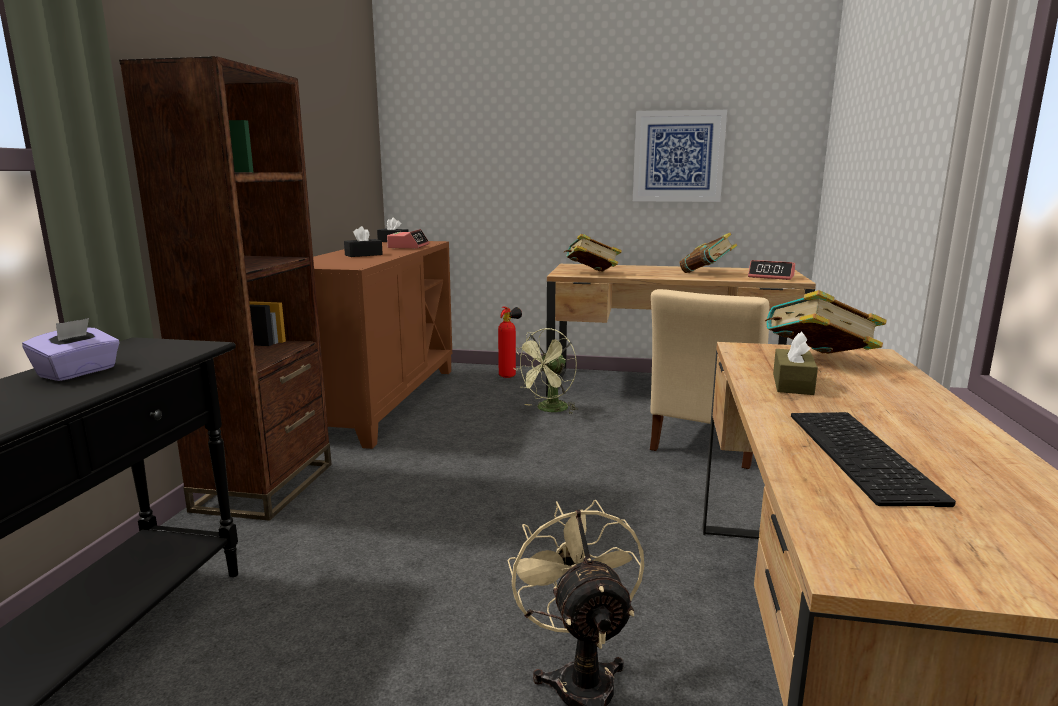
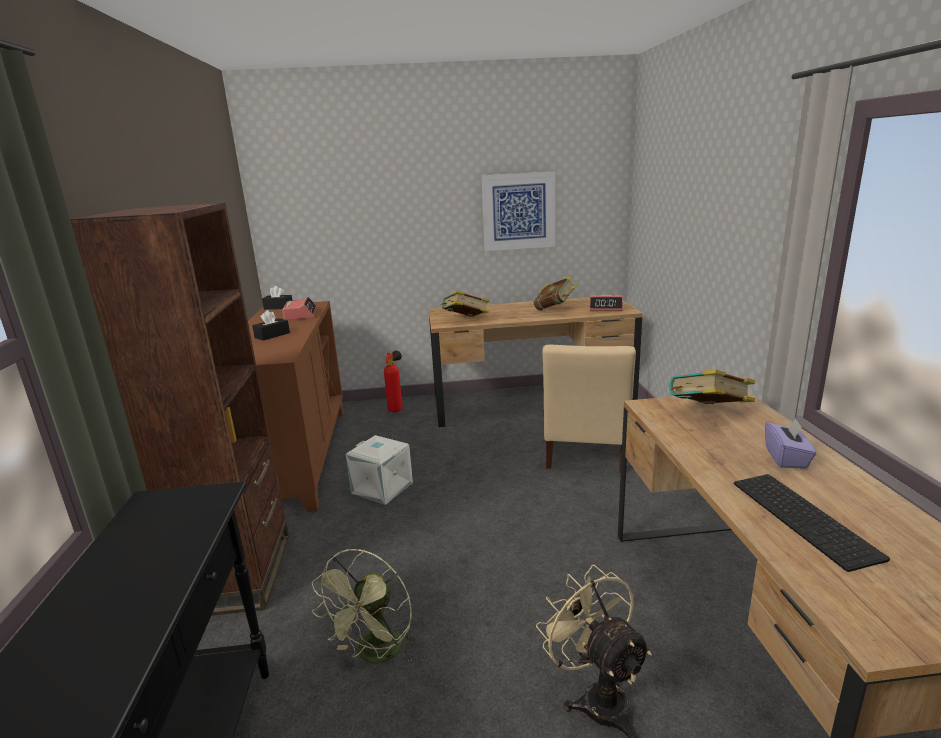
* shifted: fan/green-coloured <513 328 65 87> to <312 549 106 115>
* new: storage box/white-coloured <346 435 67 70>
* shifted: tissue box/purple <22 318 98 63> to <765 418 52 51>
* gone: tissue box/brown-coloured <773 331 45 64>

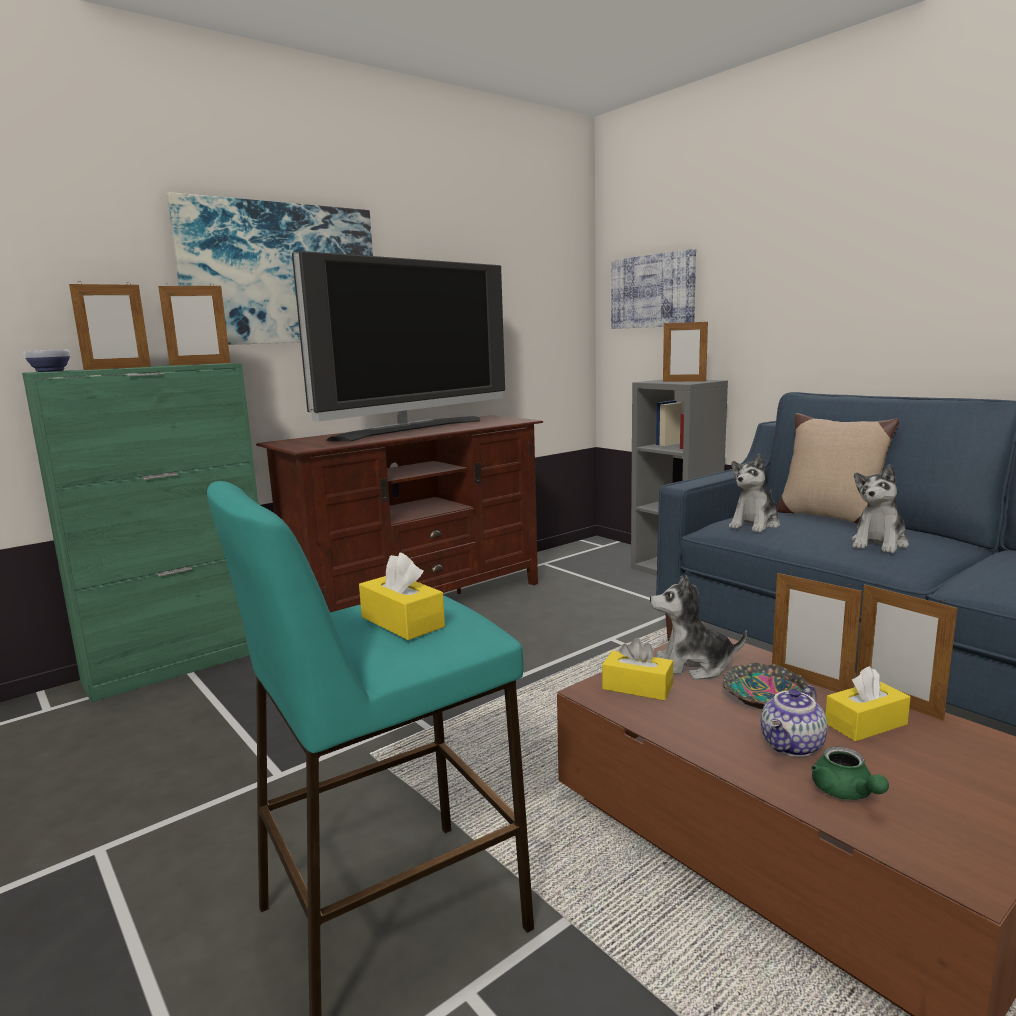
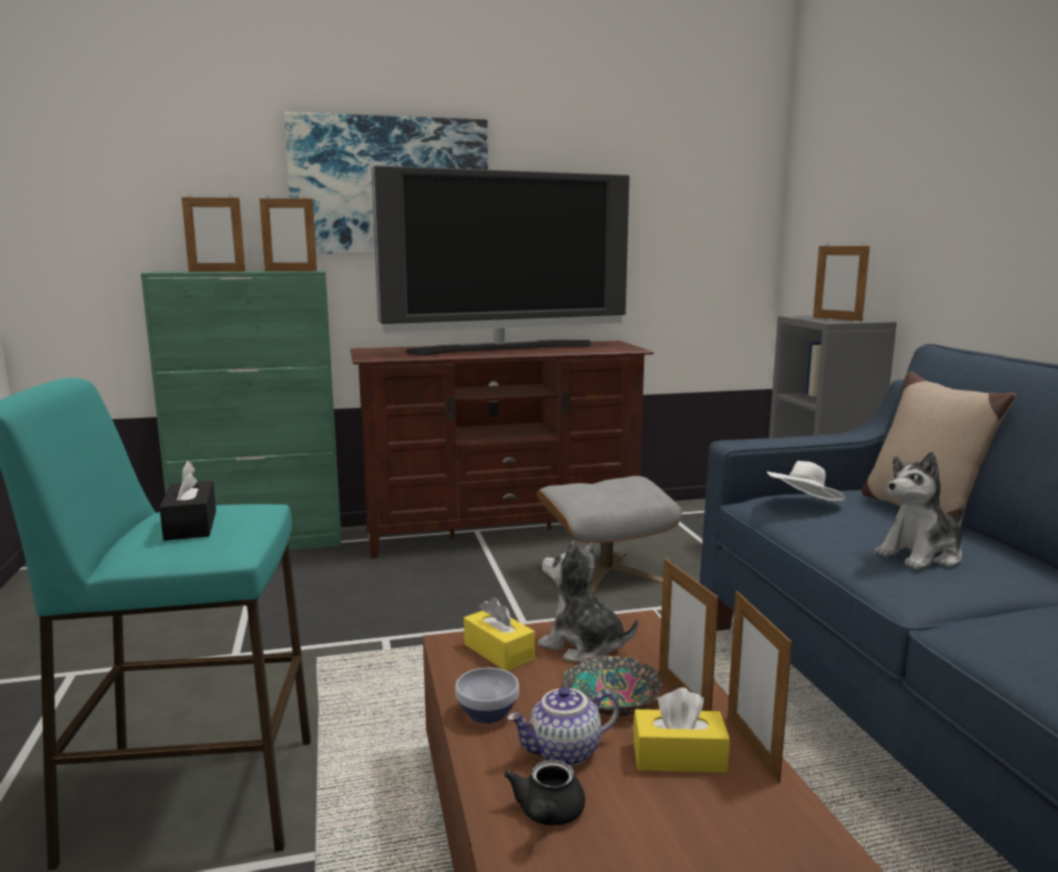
* repainted: tissue box/yellow-coloured <359 552 86 88> to tissue box/blackish <159 461 57 80>
* shifted: deep dish <24 350 46 22> to <455 668 64 56>
* repainted: teapot/green-coloured <811 746 78 54> to teapot/blackish <504 760 81 66>
* new: ottoman/greyish <537 476 145 117>
* swapped: plush toy <729 454 51 78> to clothing hat/white-coloured <766 461 80 40>
* gone: picture <611 249 85 80>

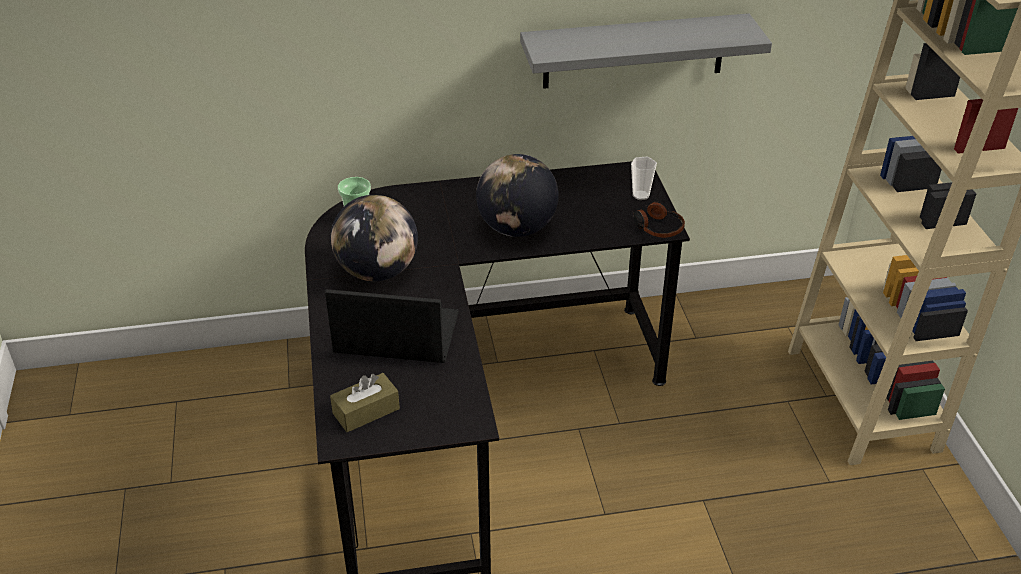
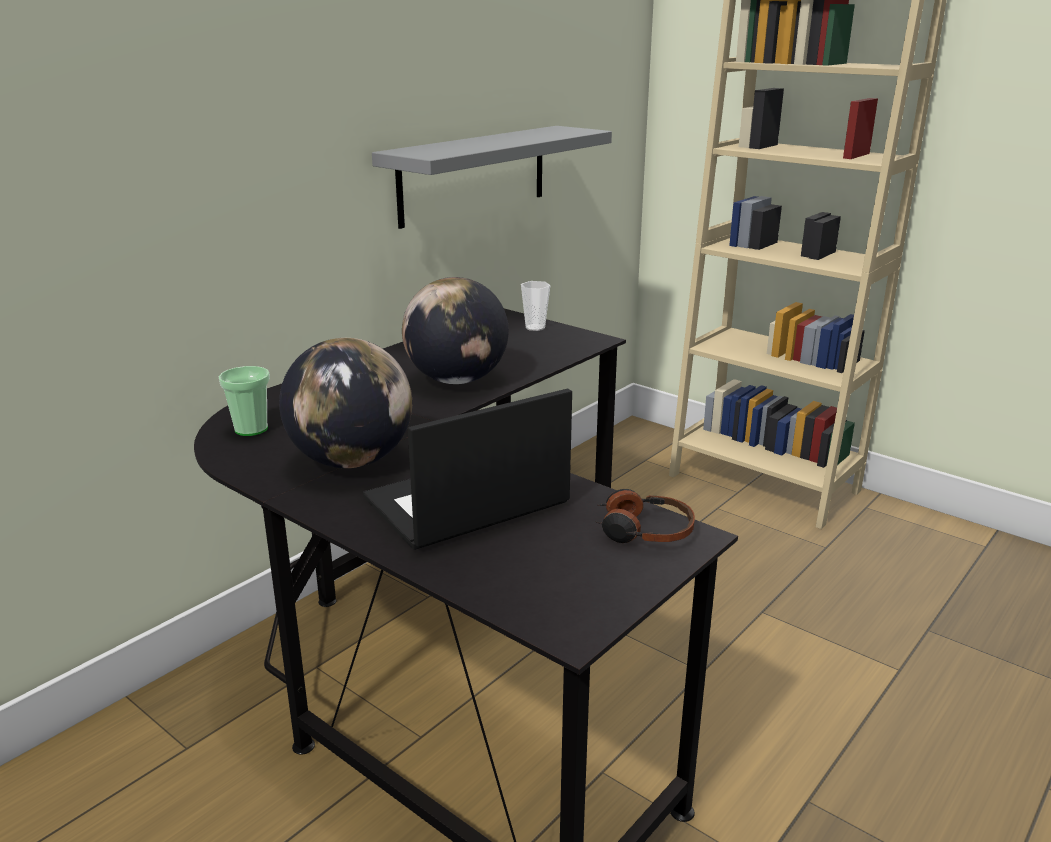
* shifted: headset <633 201 52 37> to <594 489 101 54>
* gone: tissue box/brown-coloured <330 373 70 59>

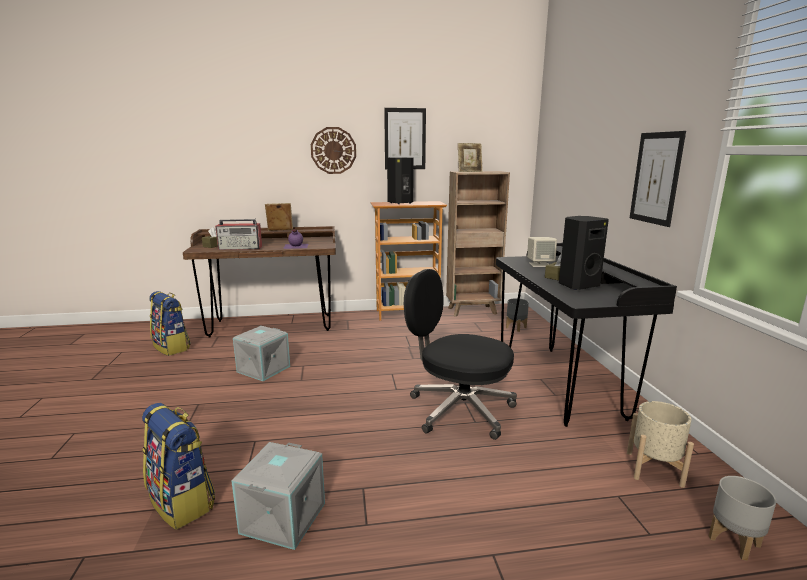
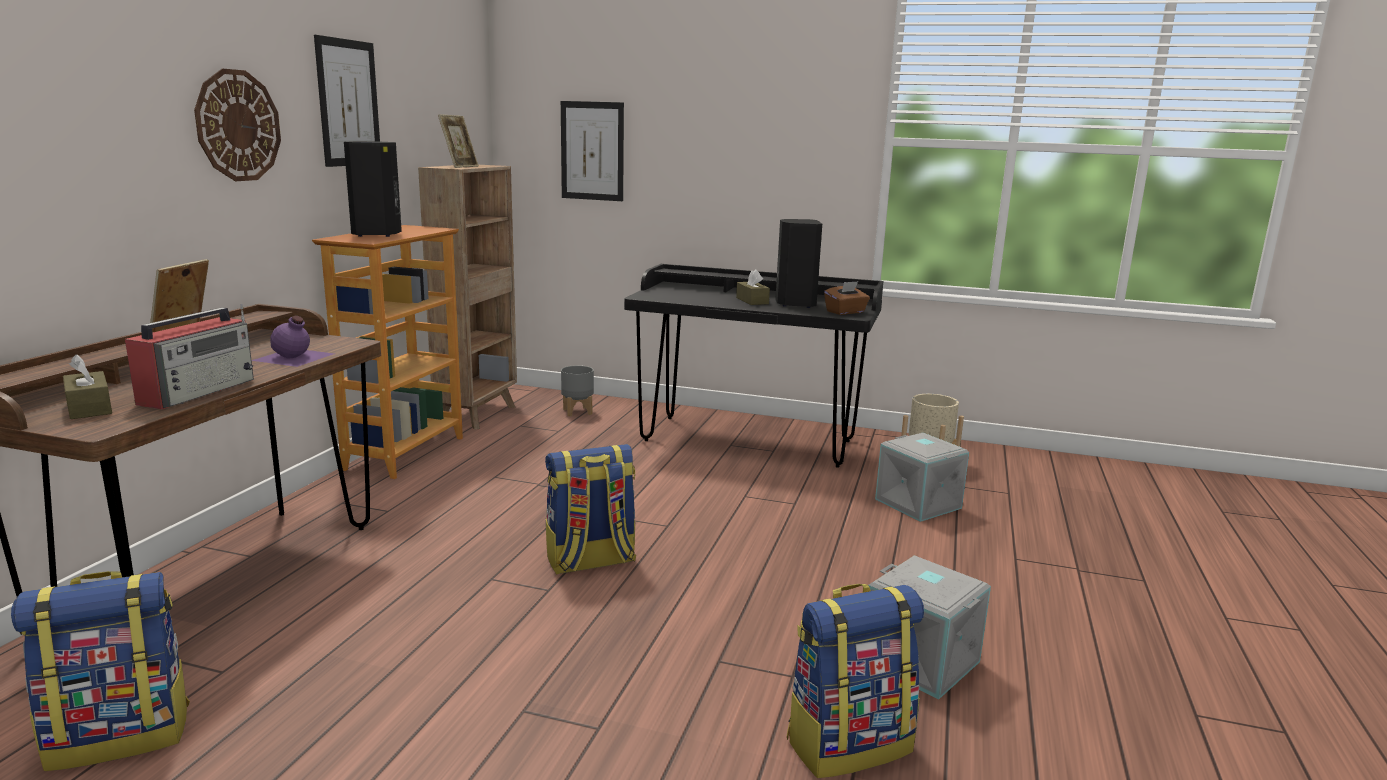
* new: knapsack <545 444 91 131>
* shifted: picture <630 131 56 96> to <561 101 63 100>
* new: tissue box/brown-coloured <824 281 46 34>
* shifted: storage box/greyish <233 326 57 55> to <875 433 94 89>
* gone: computer chair/blackish <404 269 113 171>
* gone: audio speaker/beige-coloured <527 237 30 30>
* gone: flower pot/greyish <709 476 67 85>

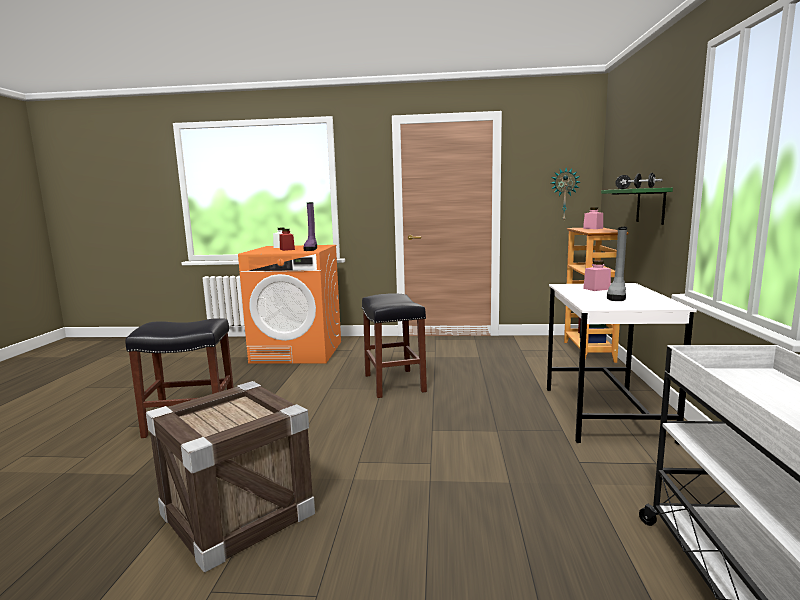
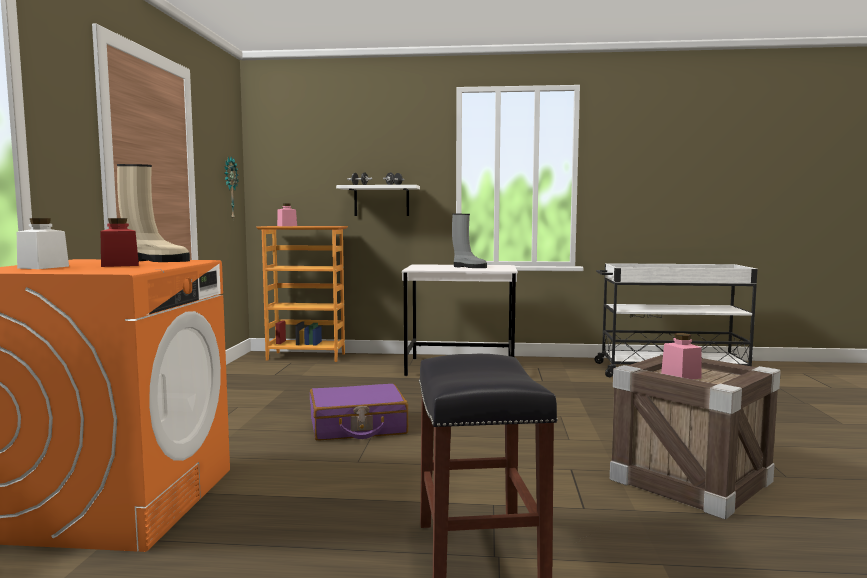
* repainted: tall boot/purple <303 202 14 49> to tall boot/beige-coloured <117 164 73 98>
* swapped: sitting stool/blackish <362 293 65 105> to travel case/purple <310 384 98 57>
* repainted: shelf/green-coloured <601 188 72 37> to shelf/white-coloured <336 185 84 31>
* shifted: jar/pinkish <583 260 28 31> to <661 333 40 46>

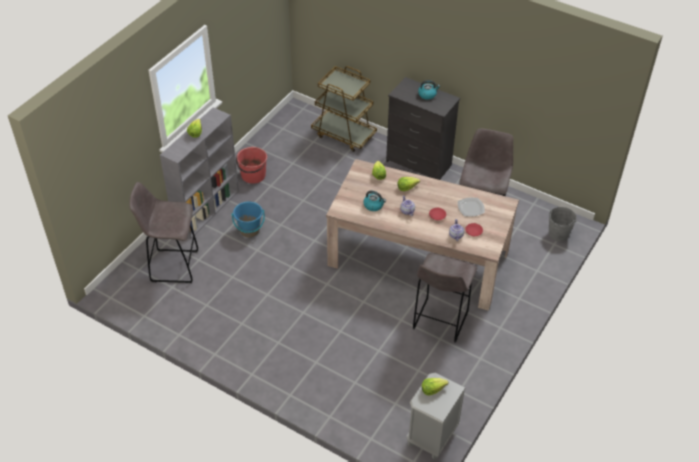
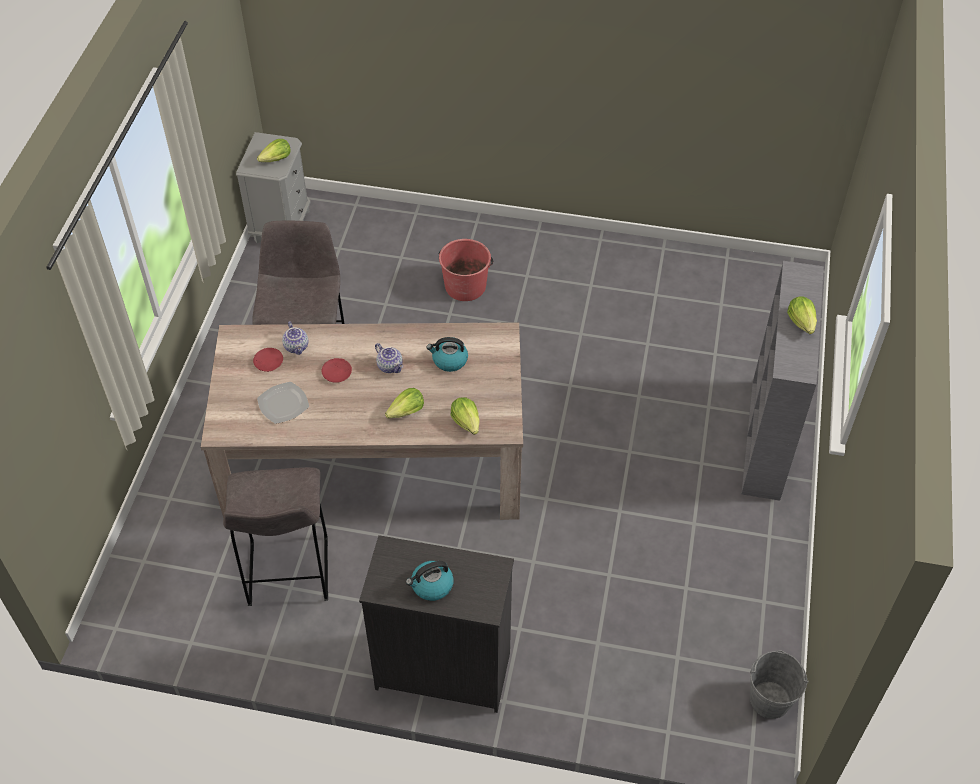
* shifted: bucket/reddish <236 147 31 37> to <439 239 54 62>
* shifted: bucket/greyish <549 207 28 34> to <750 650 58 69>
* gone: sitting stool/greyish <129 182 69 101>
* gone: bucket/blue <232 202 33 35>
* gone: wheeled cart/brown-coloured <311 66 66 86>

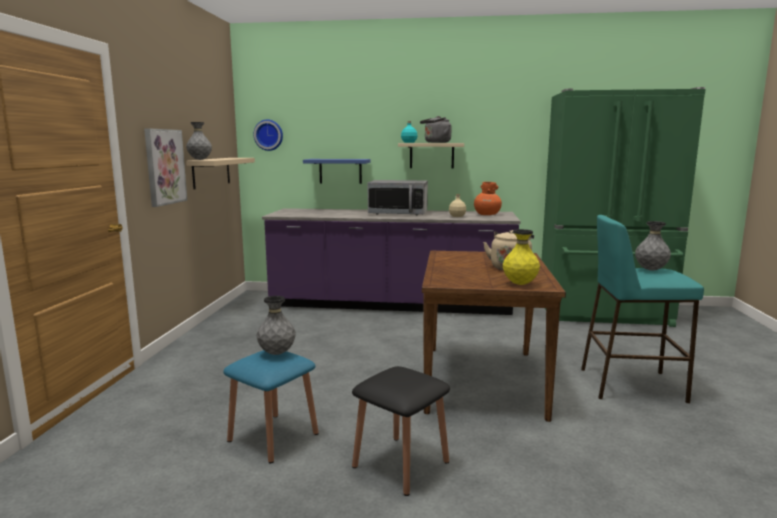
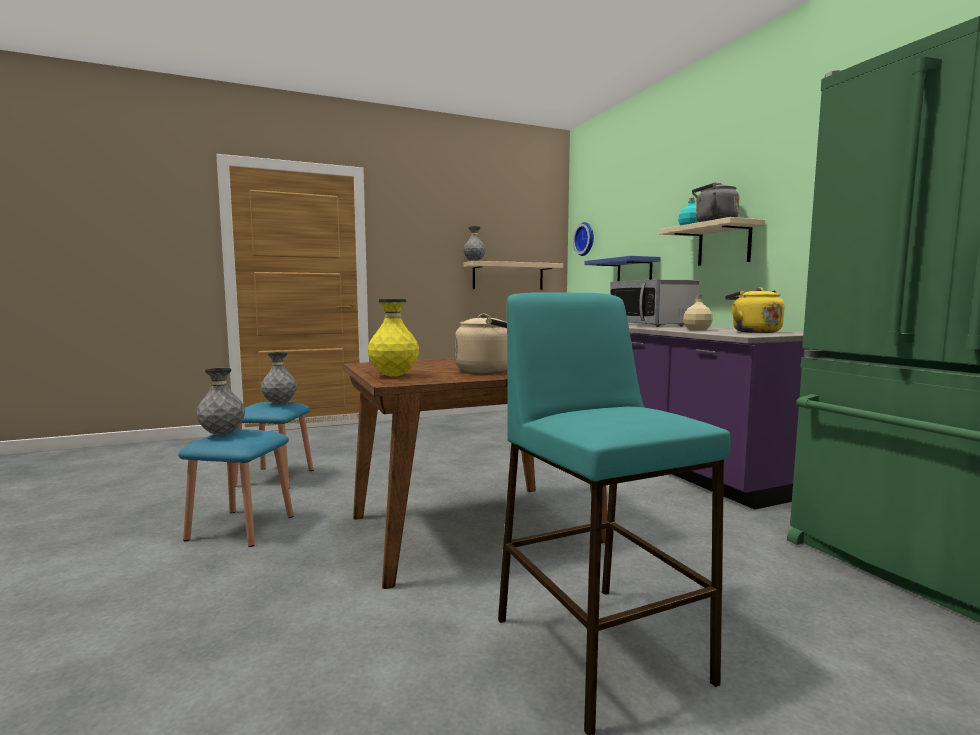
* repainted: sitting stool/blackish <352 366 98 130> to sitting stool/blue <178 429 116 118>
* shifted: flower vase/greyish <635 221 36 50> to <196 368 49 67>
* swapped: flower vase/orangey <474 182 28 33> to kettle/yellow-coloured <725 287 60 46>
* gone: picture <144 128 43 79>

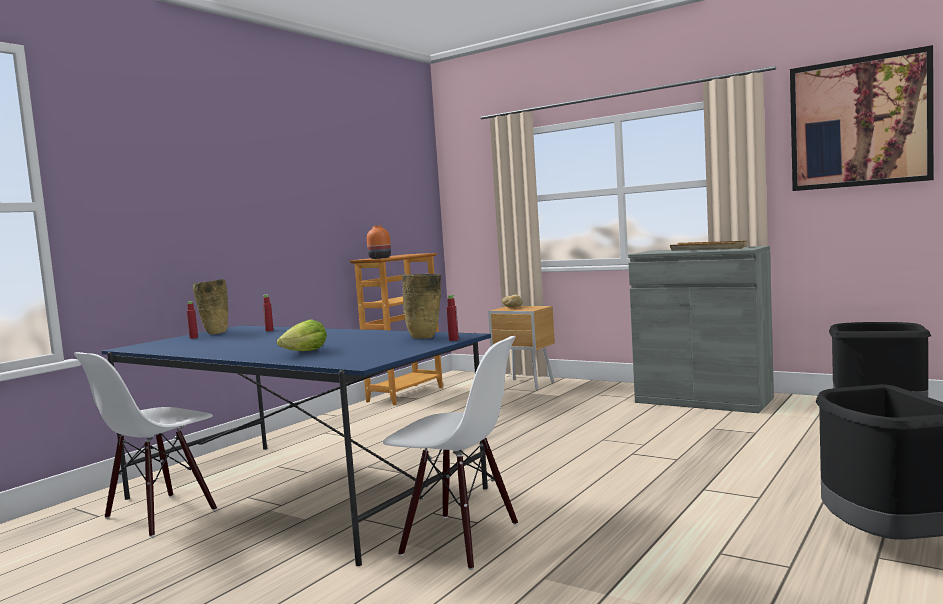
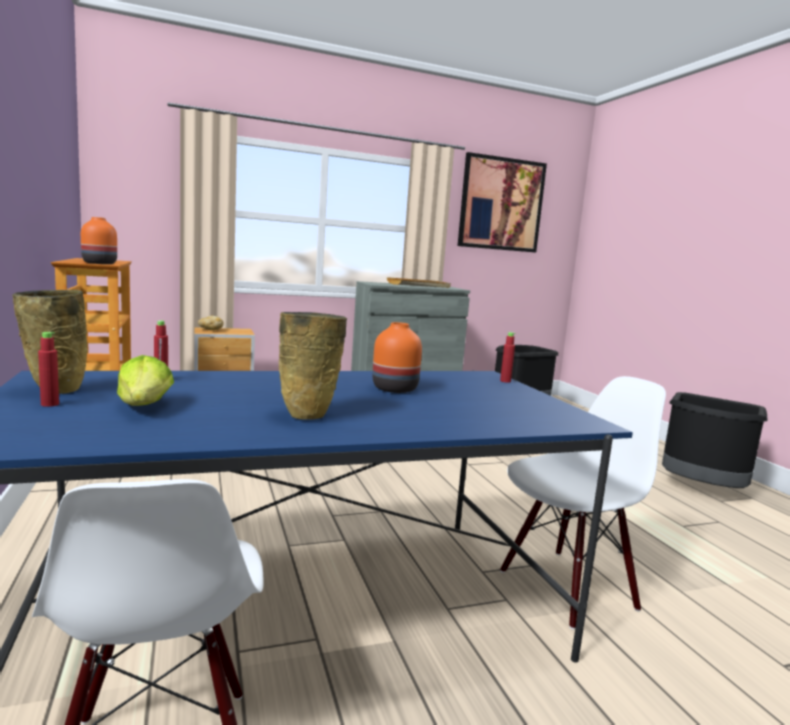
* shifted: lettuce head <277 319 50 32> to <117 355 57 51>
* shifted: flower vase/beige-coloured <402 274 39 65> to <279 312 68 108>
* new: flower vase/orangey <372 322 50 71>

